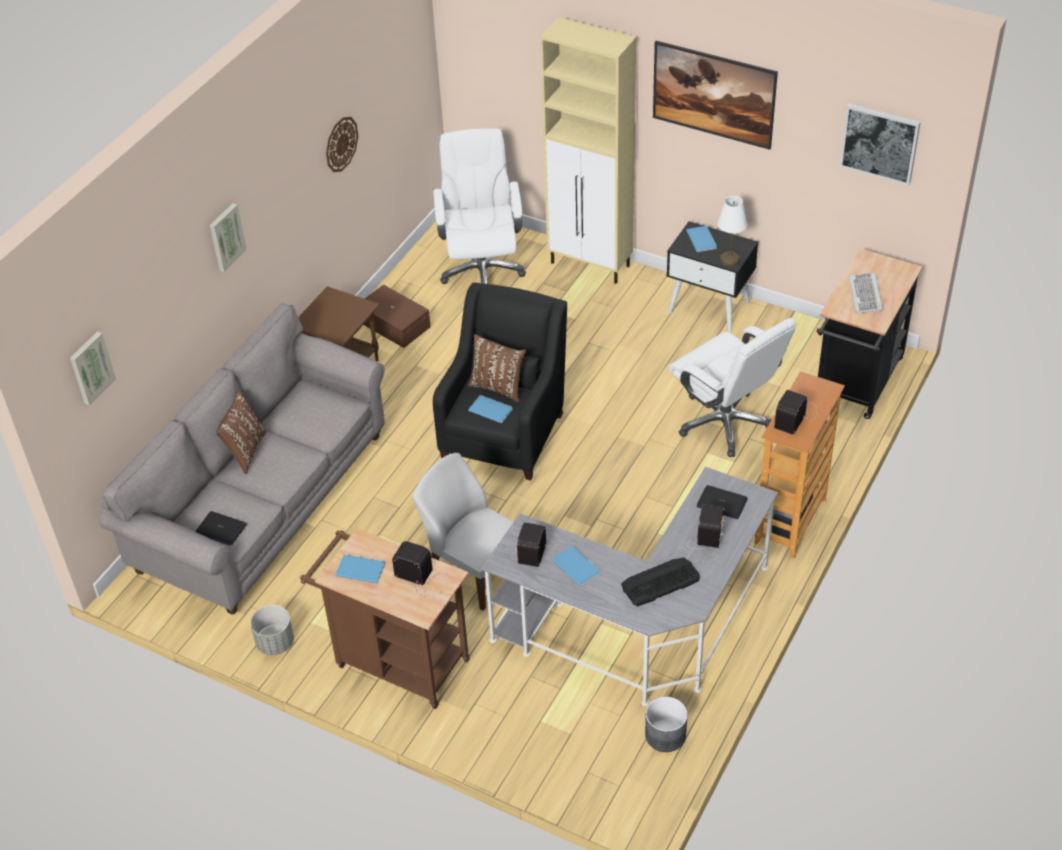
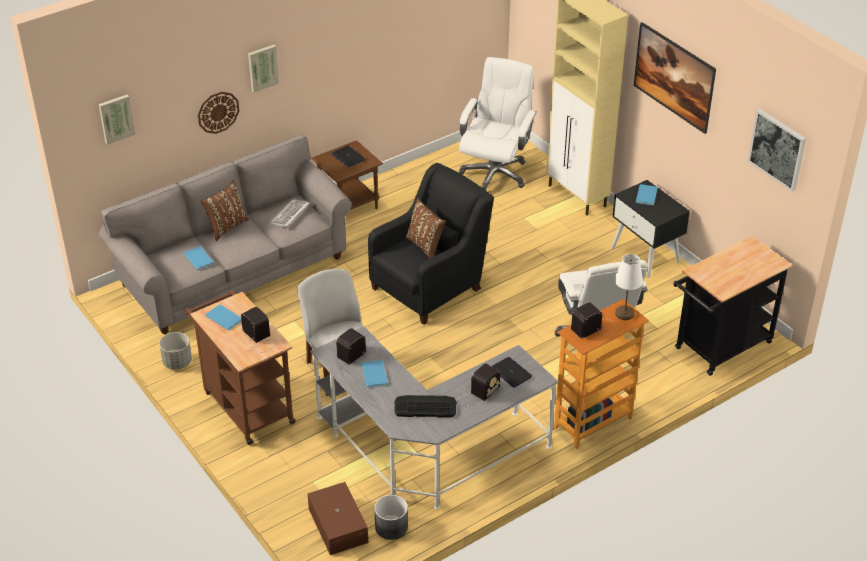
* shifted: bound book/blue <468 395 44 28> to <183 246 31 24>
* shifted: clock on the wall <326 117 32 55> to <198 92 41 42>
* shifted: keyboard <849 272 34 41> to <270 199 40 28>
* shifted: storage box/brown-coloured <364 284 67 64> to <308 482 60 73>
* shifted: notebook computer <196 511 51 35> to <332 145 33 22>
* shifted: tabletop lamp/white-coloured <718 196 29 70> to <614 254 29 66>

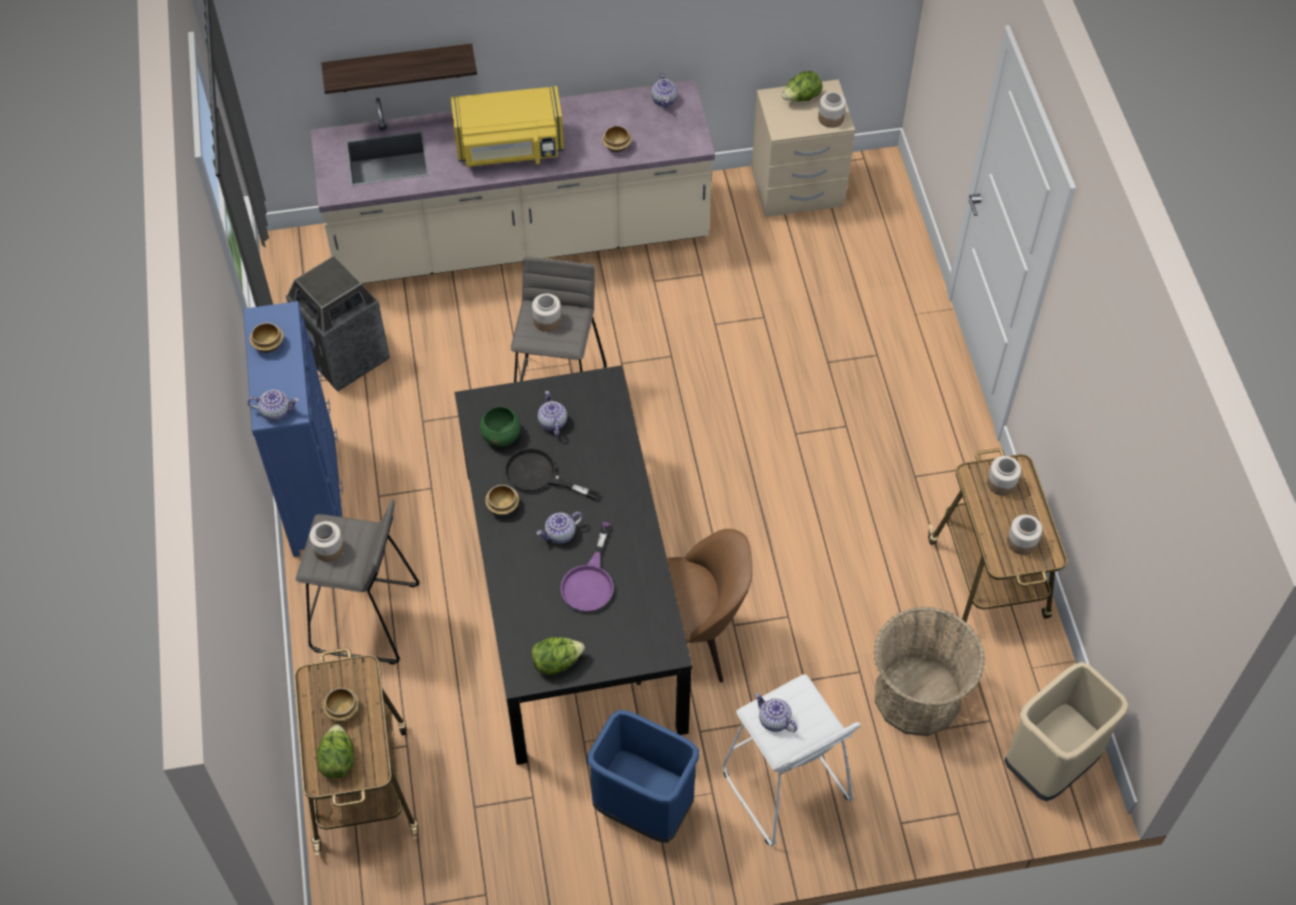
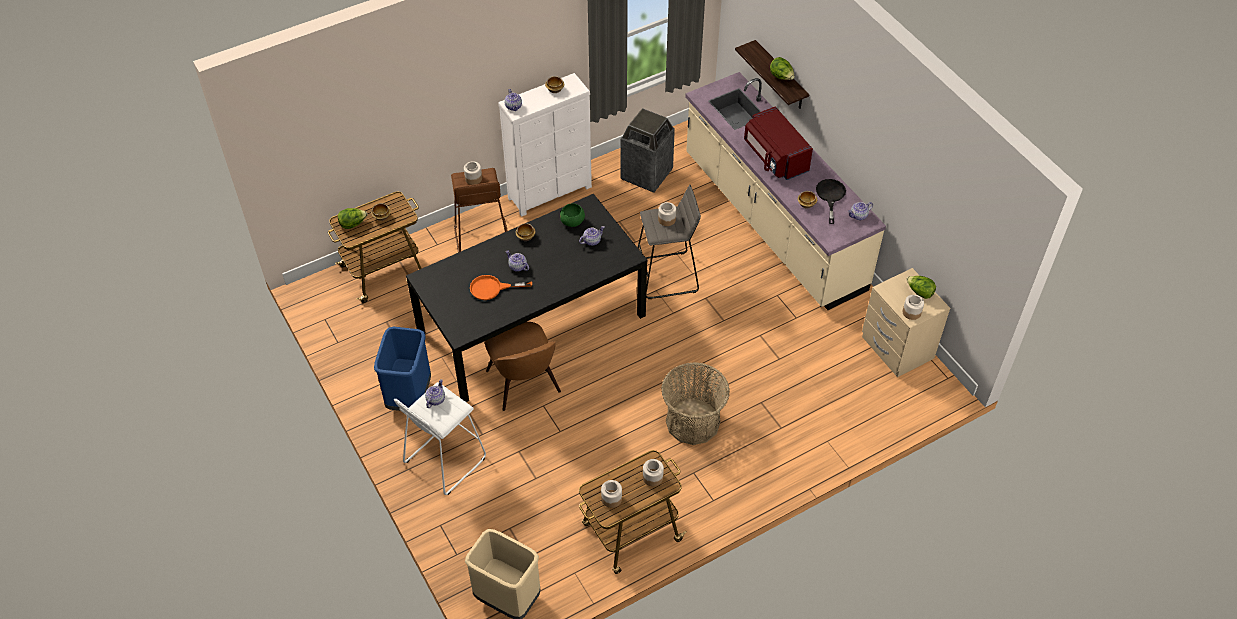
* repainted: sitting stool/greyish <296 499 123 166> to sitting stool/brown-coloured <451 168 57 85>
* repainted: pan/purple <560 522 54 90> to pan/orangey <470 275 62 25>
* repainted: drawer chest/blue <243 301 100 256> to drawer chest/white-coloured <498 73 94 144>
* shifted: household basket <874 607 111 129> to <661 362 69 83>
* repainted: microwave/yellow-coloured <451 86 113 81> to microwave/reddish <744 106 69 74>
* shifted: lettuce head <531 637 54 38> to <770 57 25 23>
* shifted: pan/blackish <505 448 95 52> to <816 179 30 45>

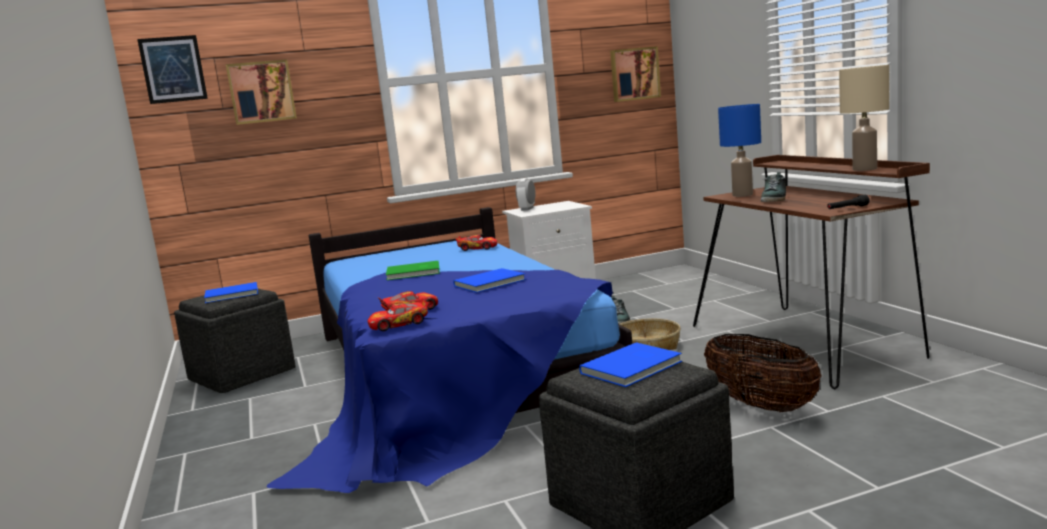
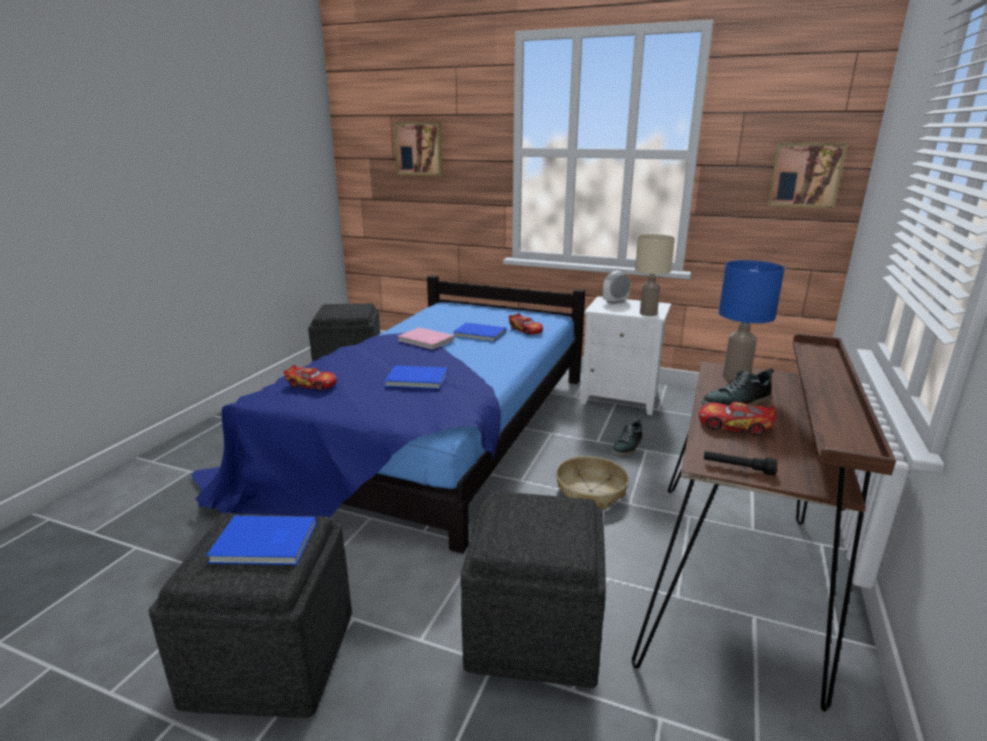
* repainted: bound book/green-coloured <386 261 54 19> to bound book/pinkish <397 327 58 23>
* shifted: bound book/blue <204 282 54 21> to <453 323 53 19>
* swapped: household basket <704 334 118 78> to ottoman/greyish <461 491 145 197>
* shifted: tabletop lamp/beige-coloured <839 65 50 106> to <635 234 40 82>
* shifted: toy car <368 298 61 33> to <699 402 78 34>
* gone: picture <137 35 71 69>

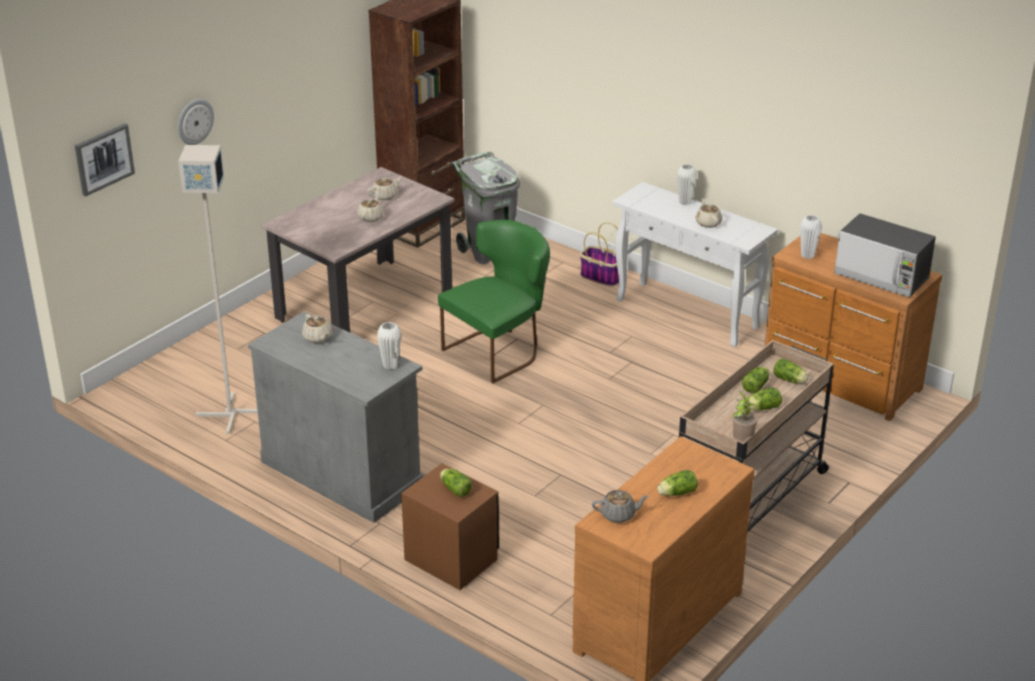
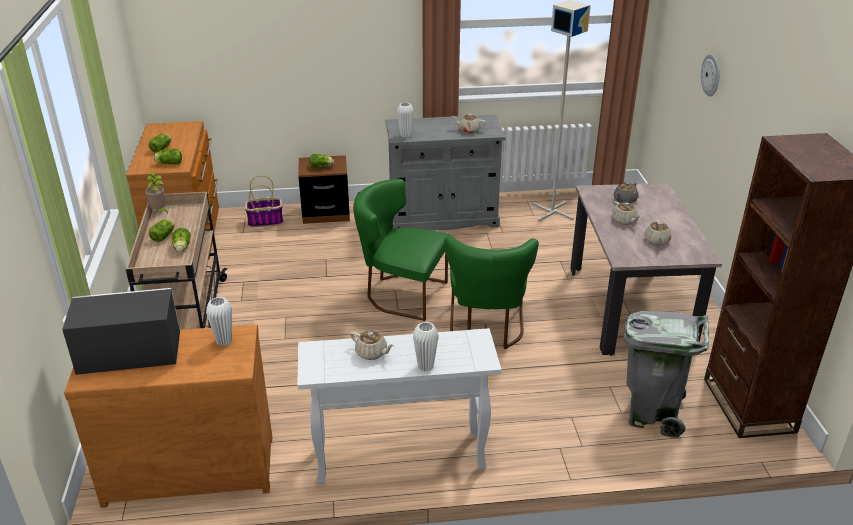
* shifted: lettuce head <773 358 35 26> to <153 149 29 15>
* shifted: household basket <580 222 39 65> to <245 175 38 52>
* new: upright chair/green-coloured <353 179 97 142>
* shifted: teapot/greyish <592 490 57 33> to <614 182 24 21>
* gone: picture <75 123 60 74>

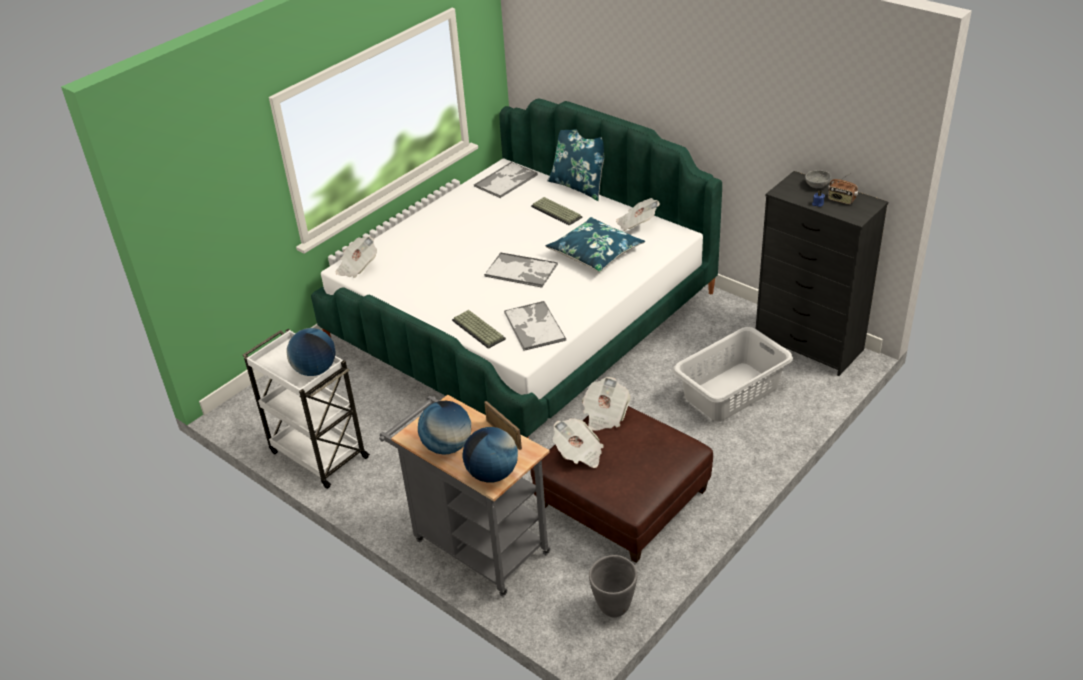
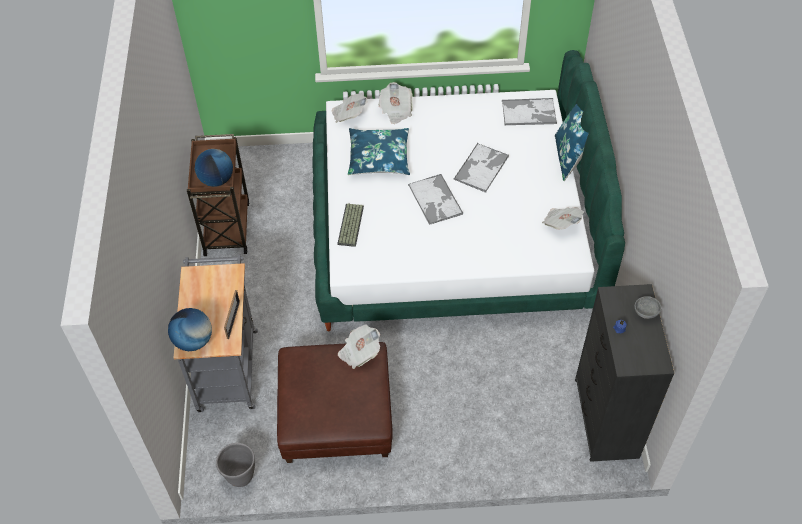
* repainted: wheeled cart/white-coloured <243 329 127 160> to wheeled cart/brown-coloured <187 134 62 122>
* shifted: pillow/blue <545 217 100 55> to <348 128 62 47>
* shifted: daily paper <553 419 51 49> to <378 82 35 42>
* shifted: tray <504 301 62 50> to <454 143 55 50>
* gone: globe <418 401 53 54>
* gone: keyboard <531 197 51 28>
* gone: washing basket/greyish <673 327 120 95>
* gone: radio <828 173 30 32>

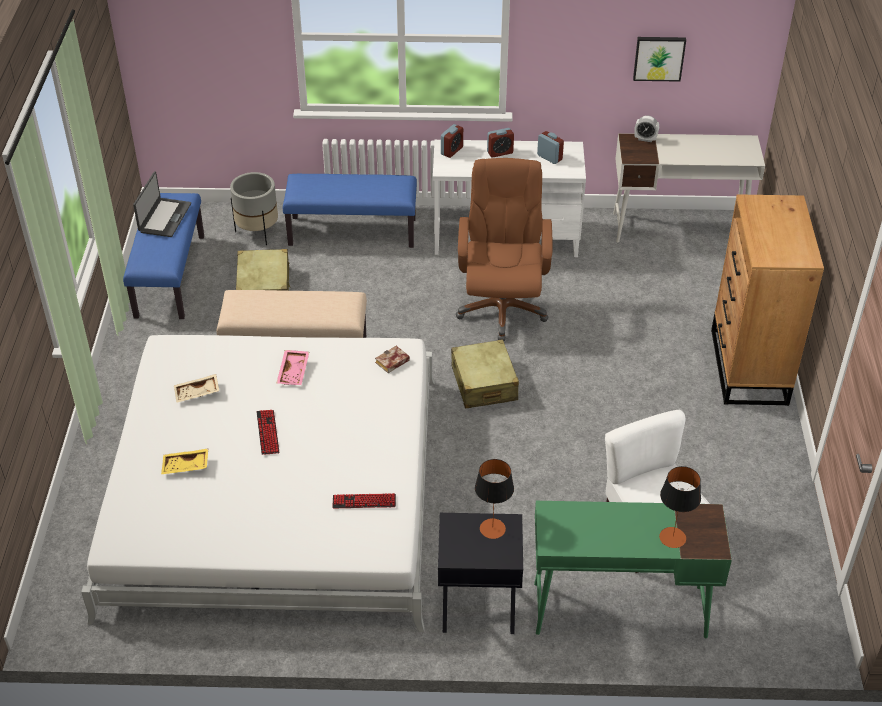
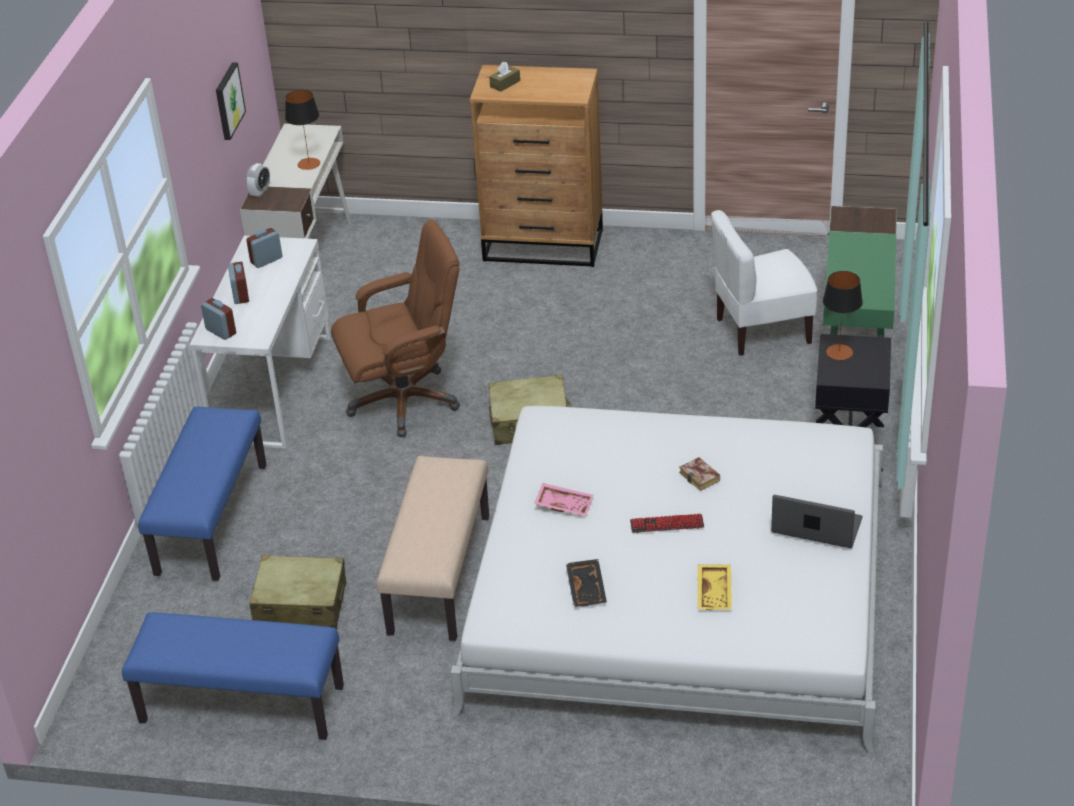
* shifted: tabletop lamp <659 466 42 82> to <285 90 35 80>
* rotated: computer chair/brown-coloured <456 158 97 183> = <331 220 129 217> 150 degrees clockwise
* new: tissue box/brown-coloured <489 61 31 31>
* repainted: tray/beige-coloured <174 374 45 29> to tray/blackish <566 559 41 48>
* shifted: bound book <375 346 35 27> to <679 457 41 34>
* shifted: notebook computer <133 171 58 66> to <771 495 92 53>
* gone: flower pot/greyish <230 172 48 73>
* gone: keyboard <332 493 64 16>

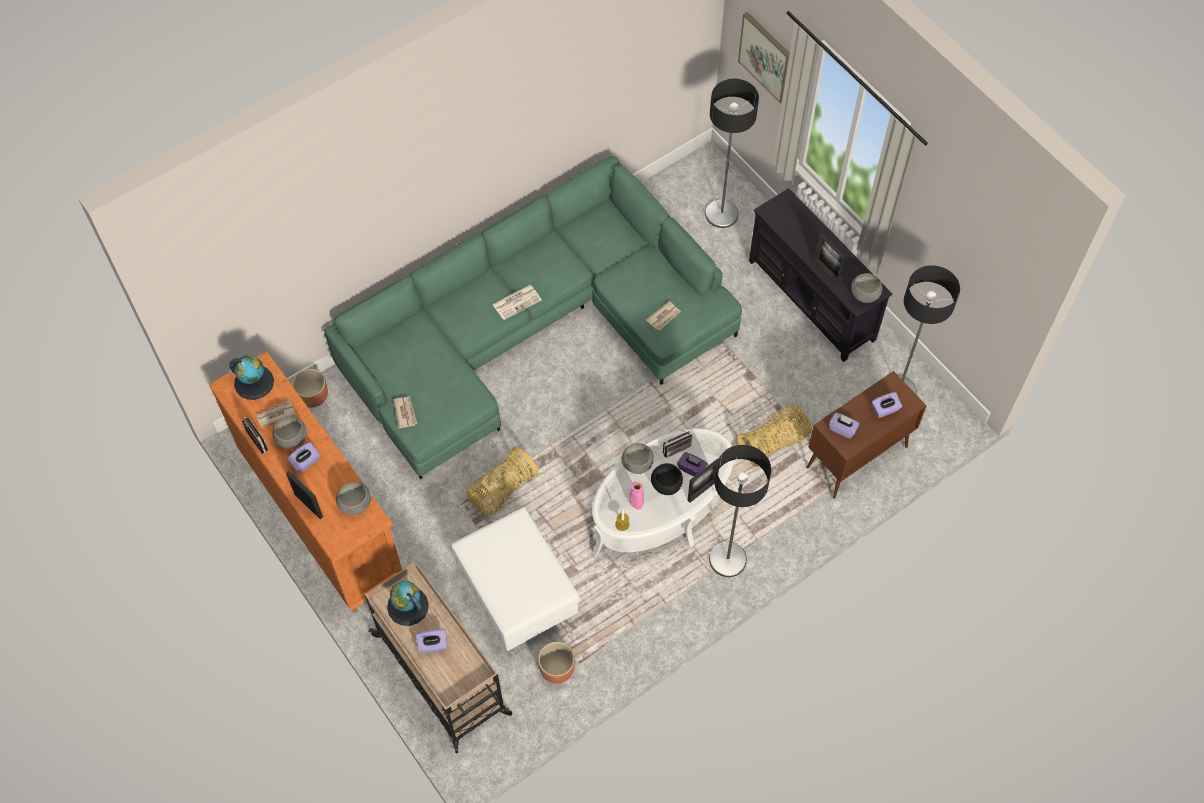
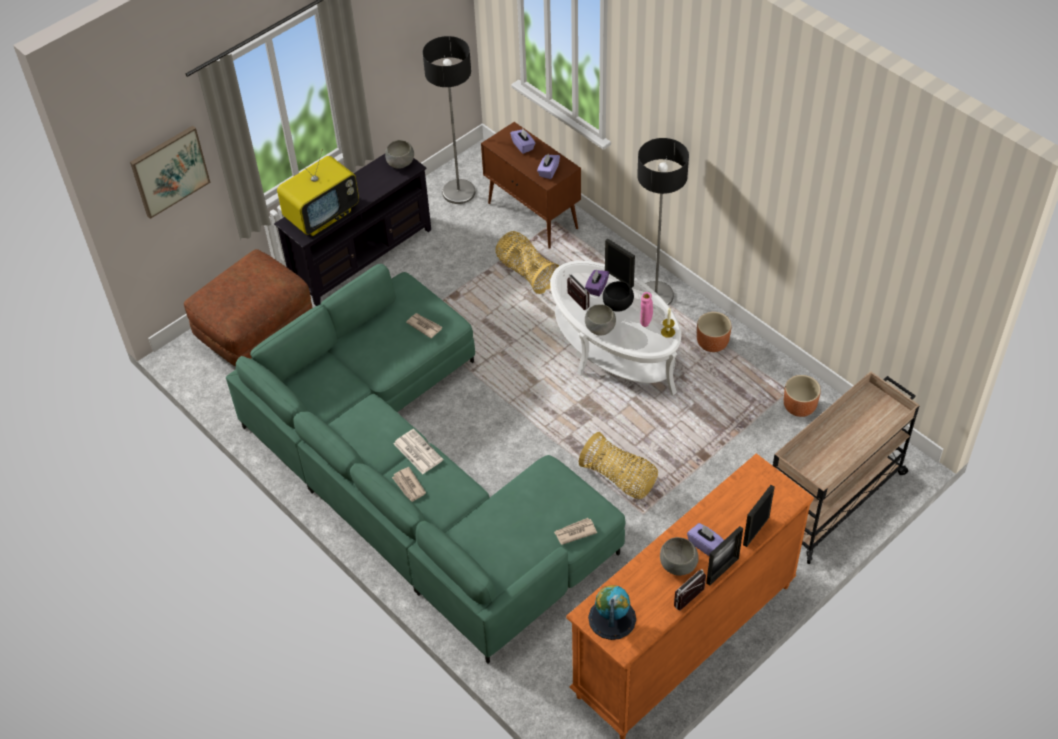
* swapped: standing lamp <705 79 54 149> to ottoman/brown-coloured <184 249 129 118>
* new: television <277 149 82 87>
* shifted: daily paper <256 401 40 27> to <392 467 34 35>
* shifted: flower pot/brown-coloured <292 369 36 39> to <697 312 34 40>
* shifted: standing frame <814 233 31 50> to <706 526 37 60>
* gone: deep dish/greyish <336 482 35 33>
* gone: globe <387 581 42 45>
* gone: tissue box/purple <416 629 31 24>
* gone: ottoman/white-coloured <451 507 129 144>

